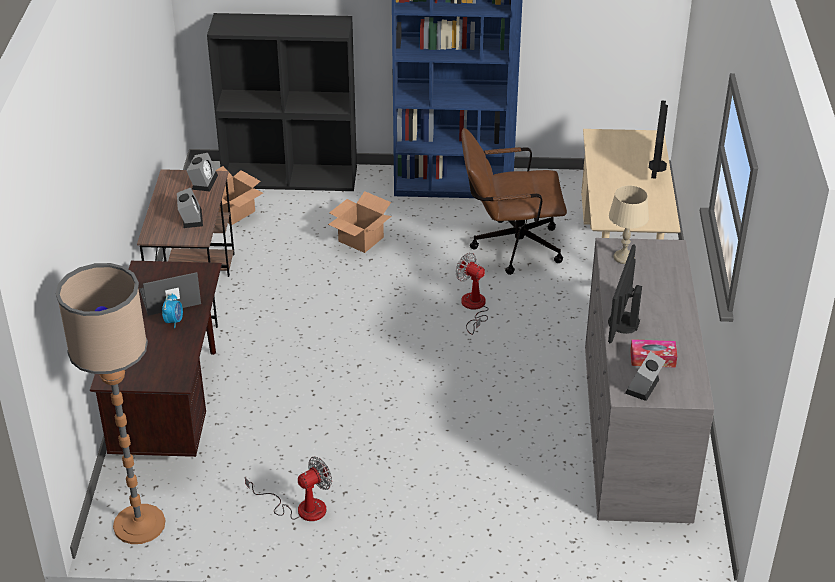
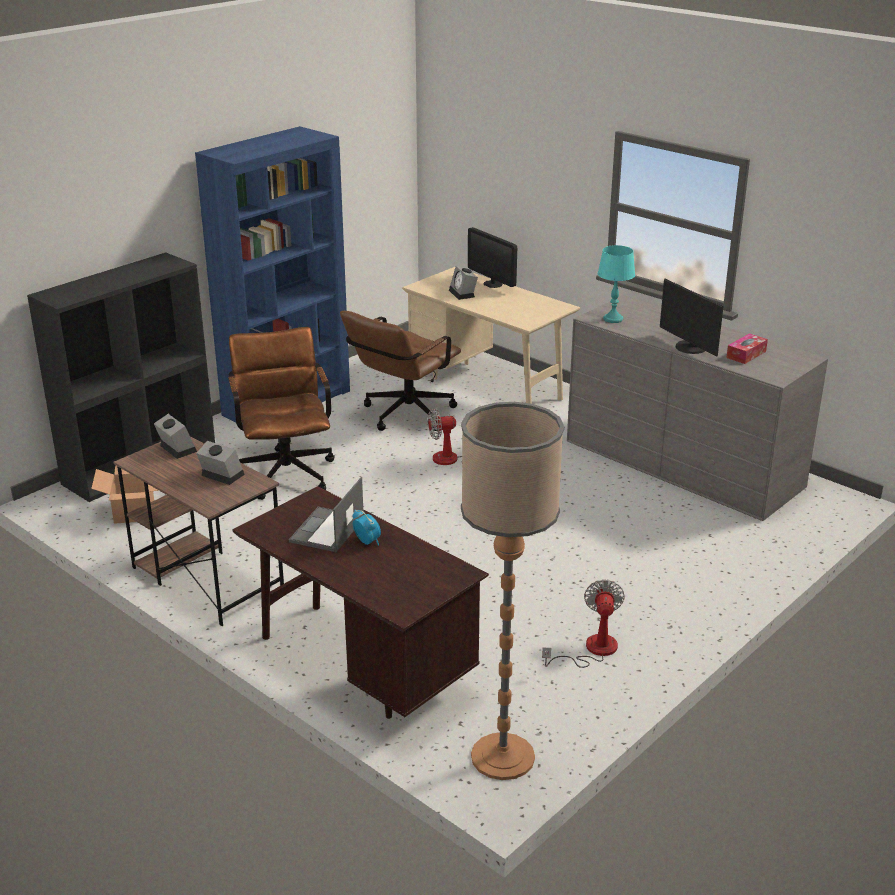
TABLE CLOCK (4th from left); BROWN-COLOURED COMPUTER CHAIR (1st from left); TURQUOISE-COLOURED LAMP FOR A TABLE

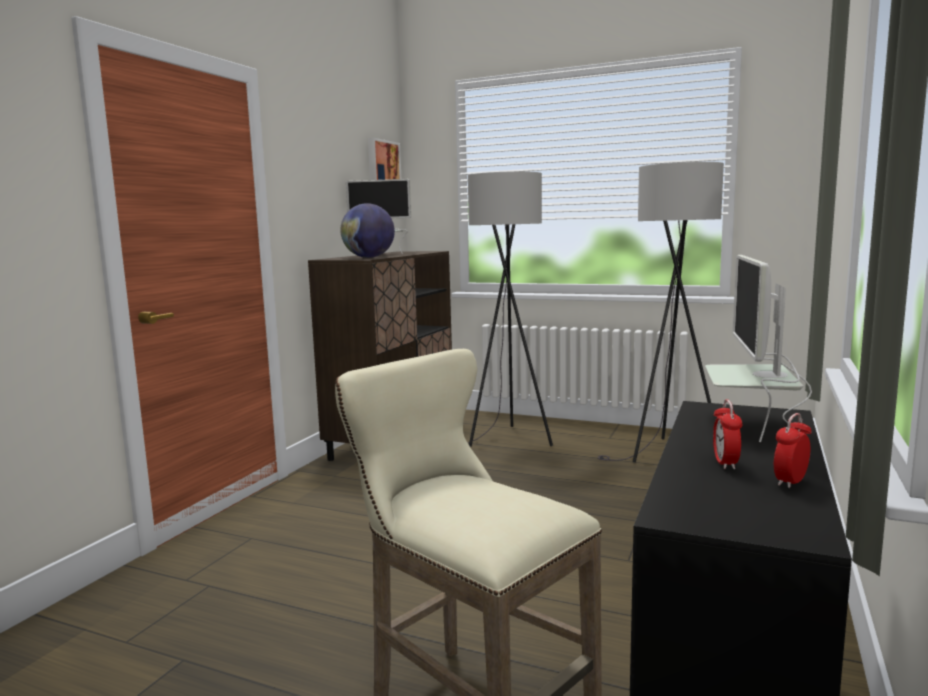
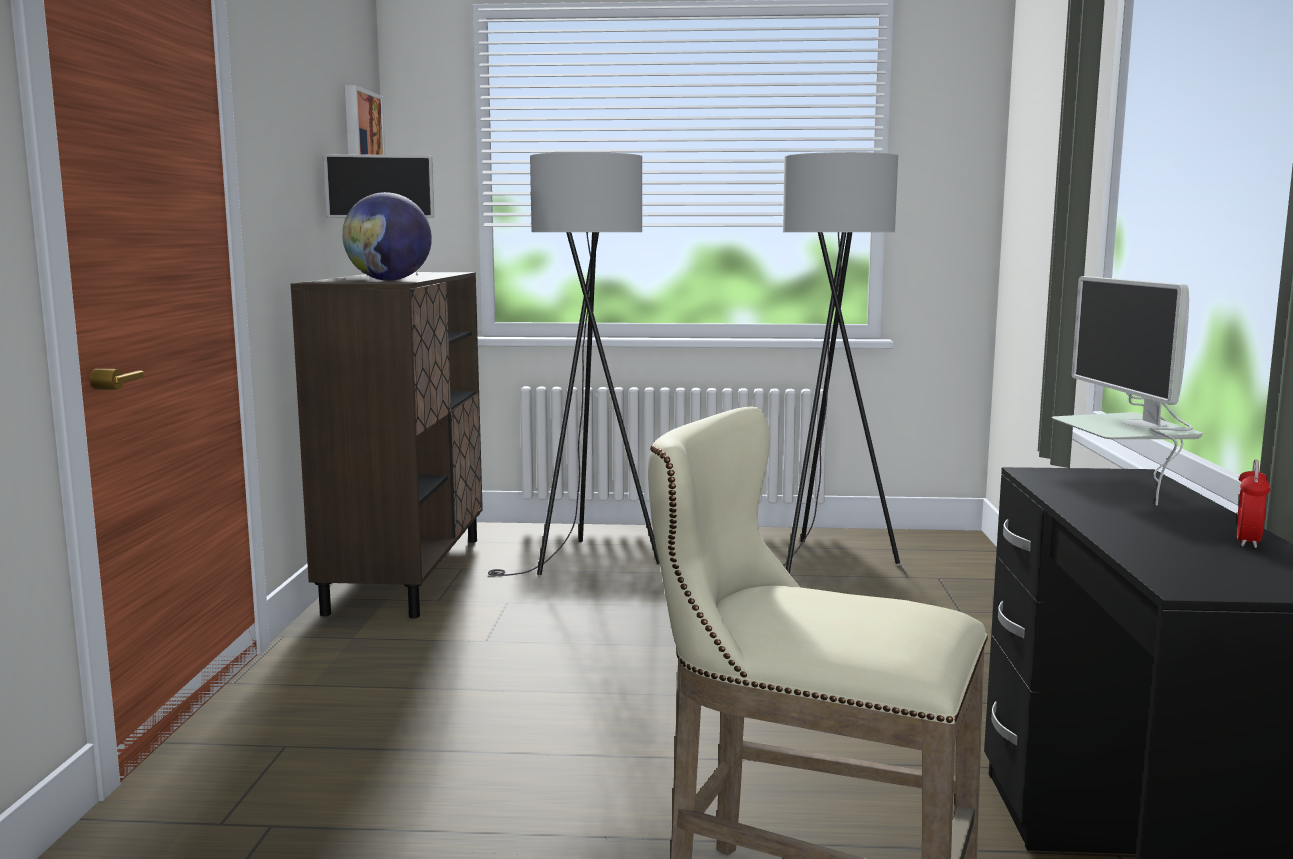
TABLE CLOCK (1st from left in the first image)

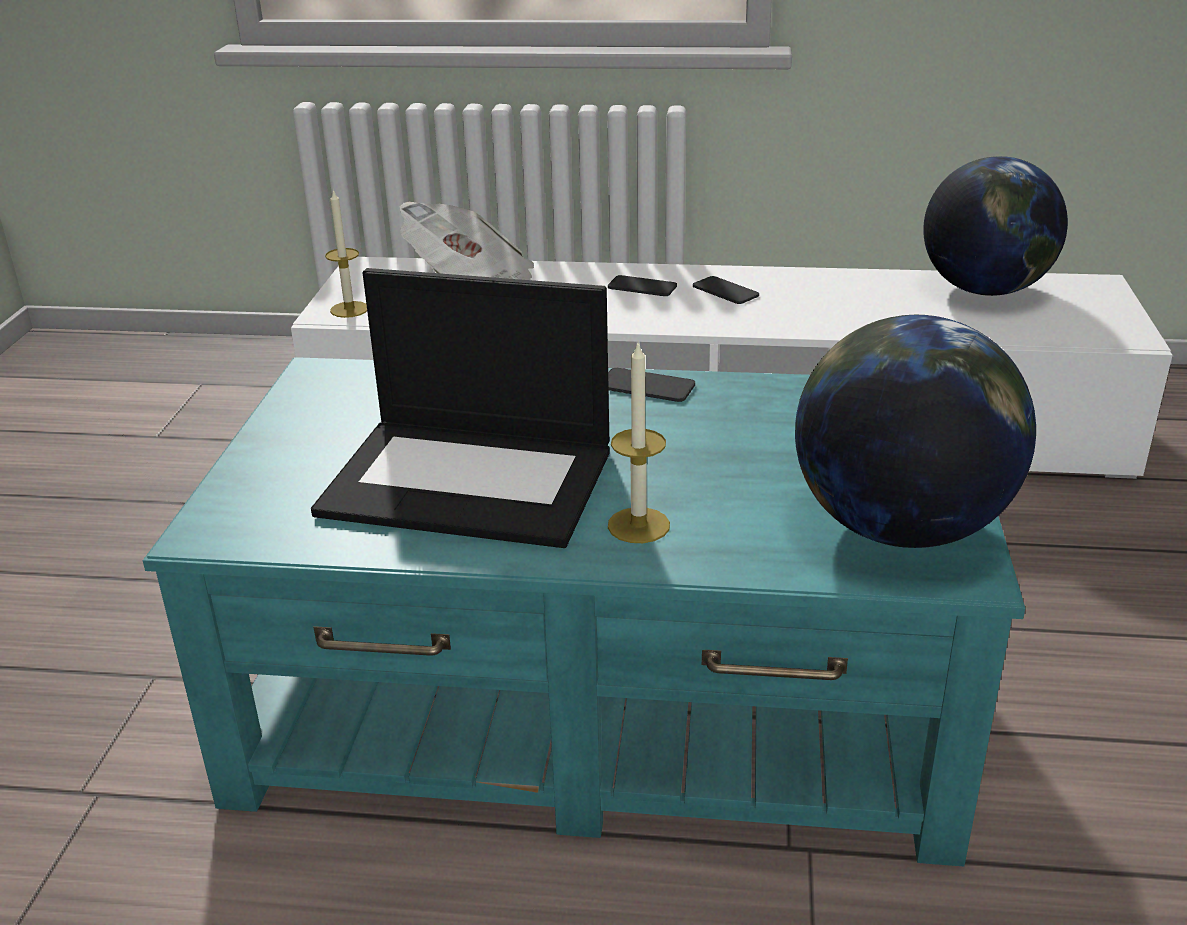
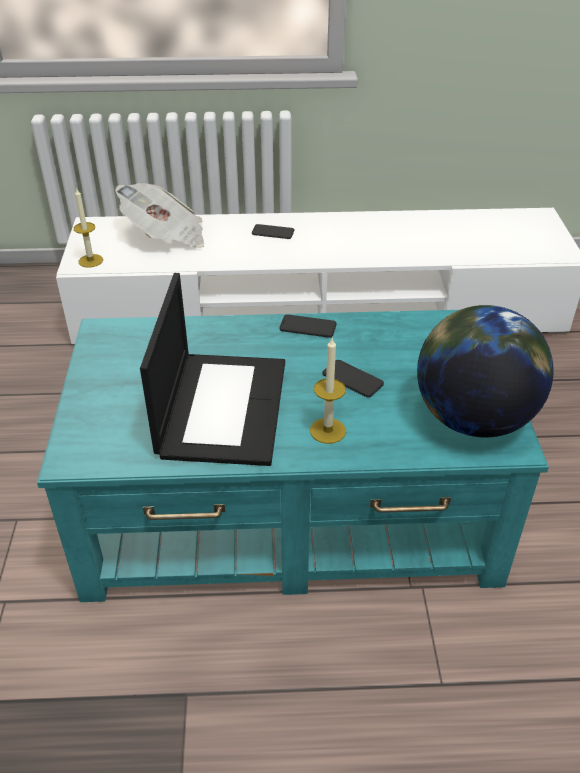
WORLD GLOBE (2nd from left in the first image); HANDSET (3rd from left); LAPTOP

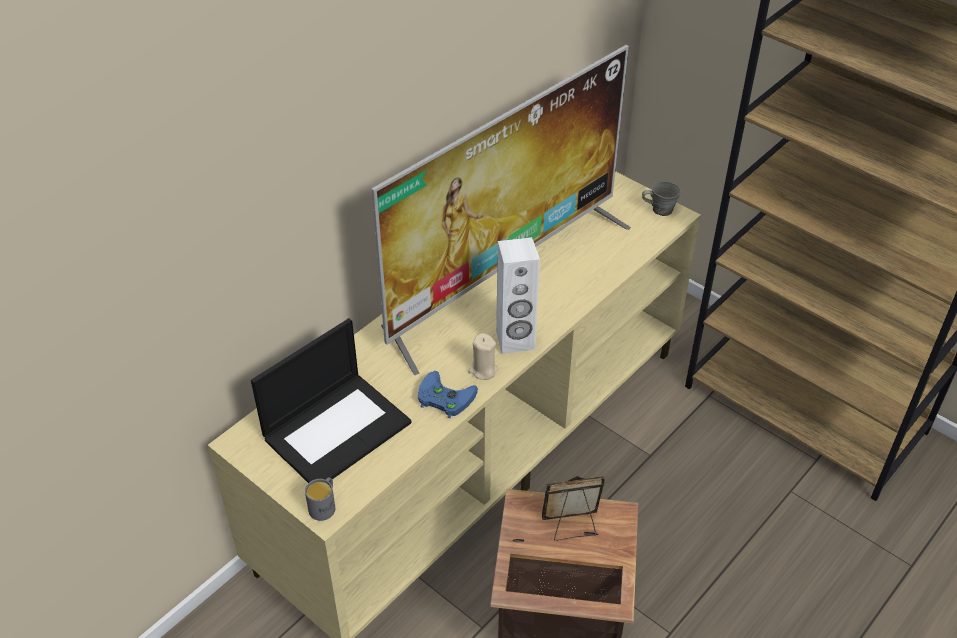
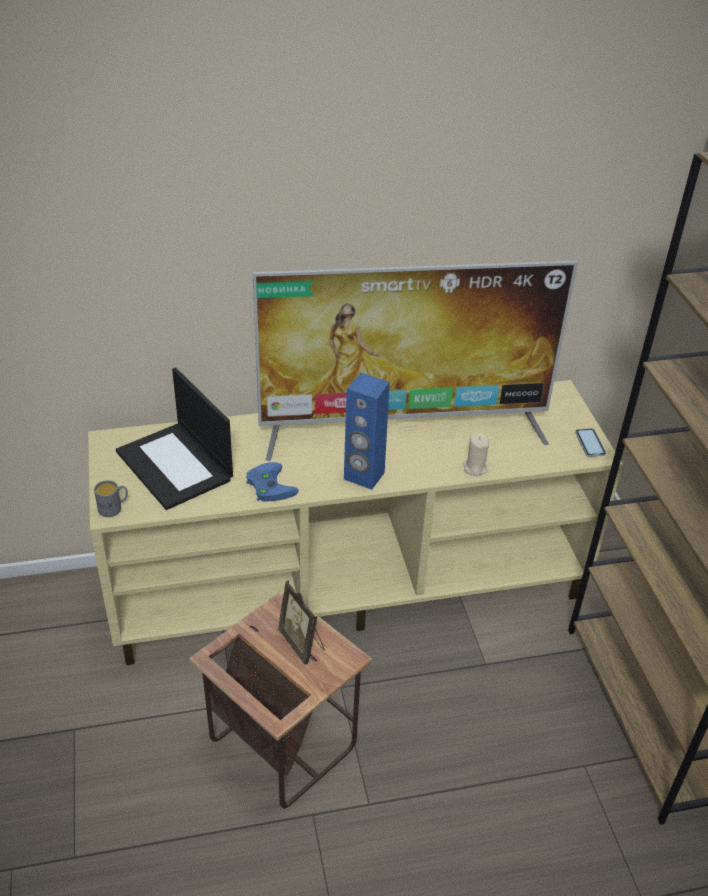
BEIGE-COLOURED WAX LIGHT; HANDSET; BLUISH SPEAKER; LAPTOP; STANDING FRAME

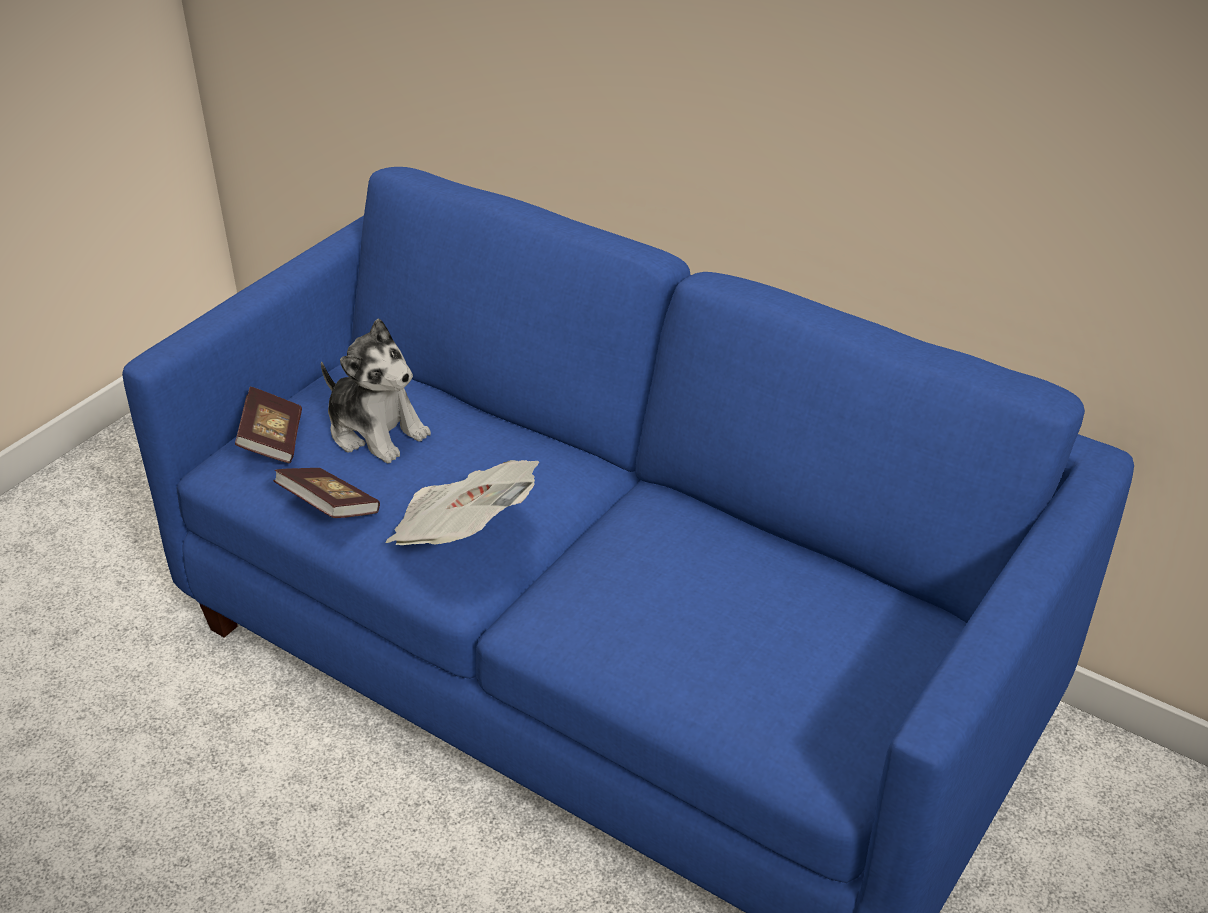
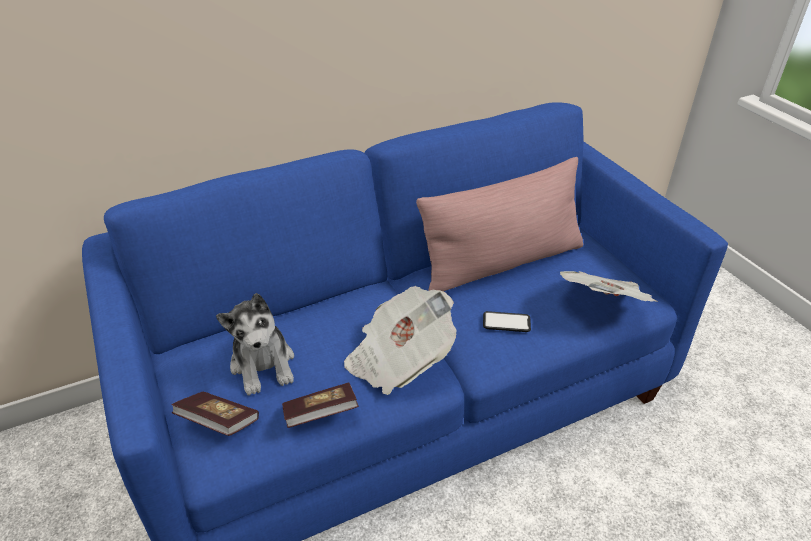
PINK-COLOURED PILLOW; HANDSET; NEWSPAPER (2nd from left); SOFT TOY

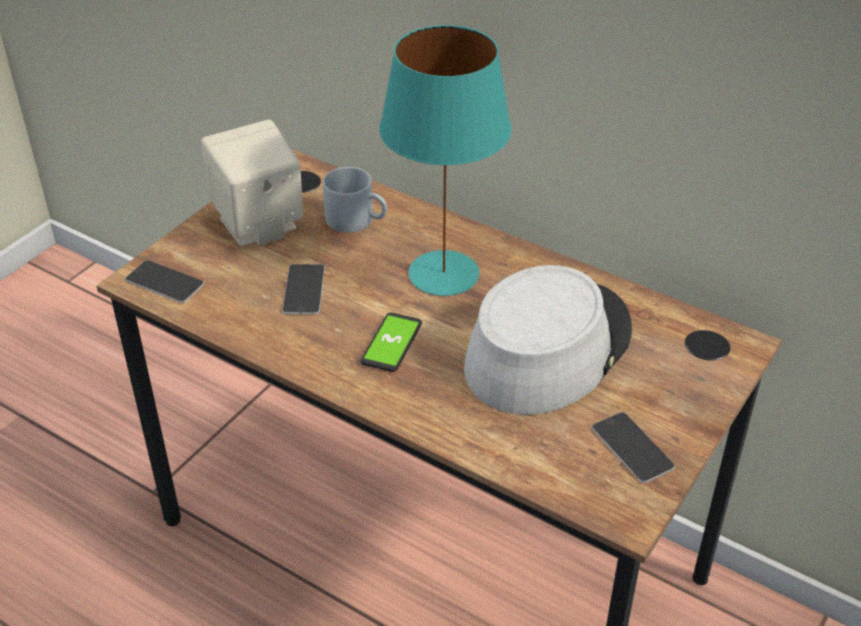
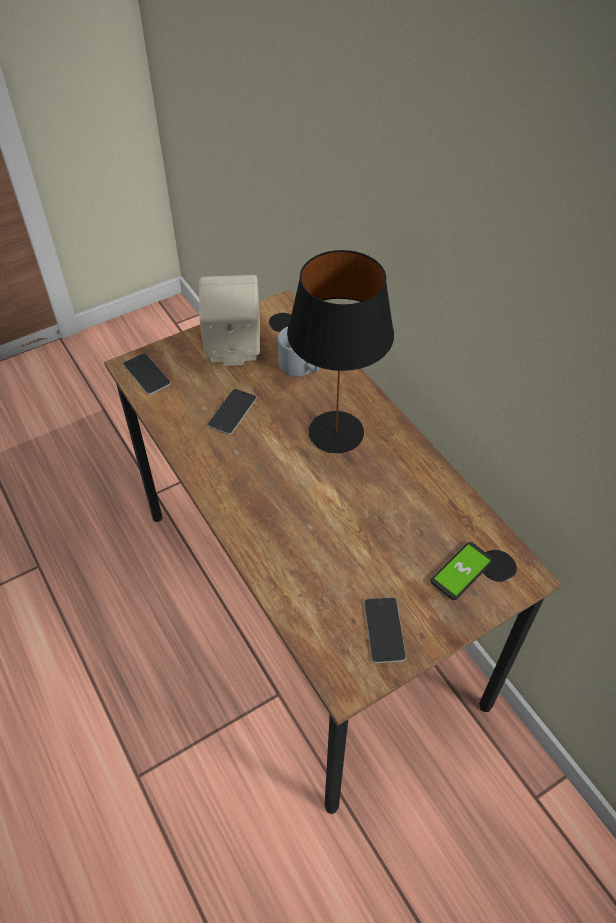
GRAY HAT; HANDSET (4th from left); BLACK LAMP FOR A TABLE

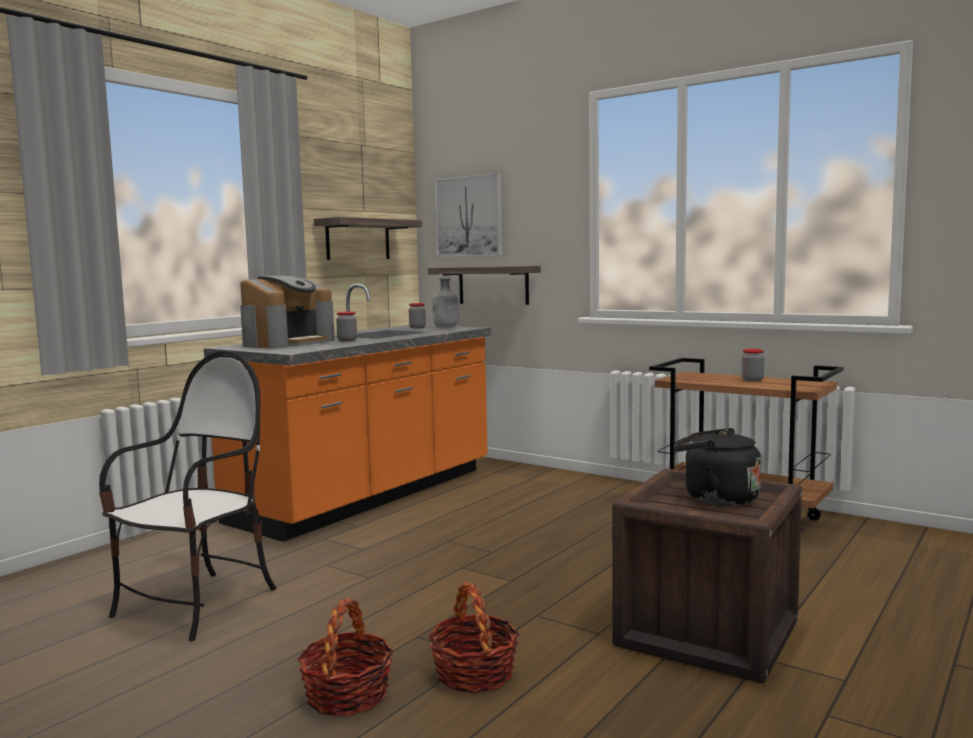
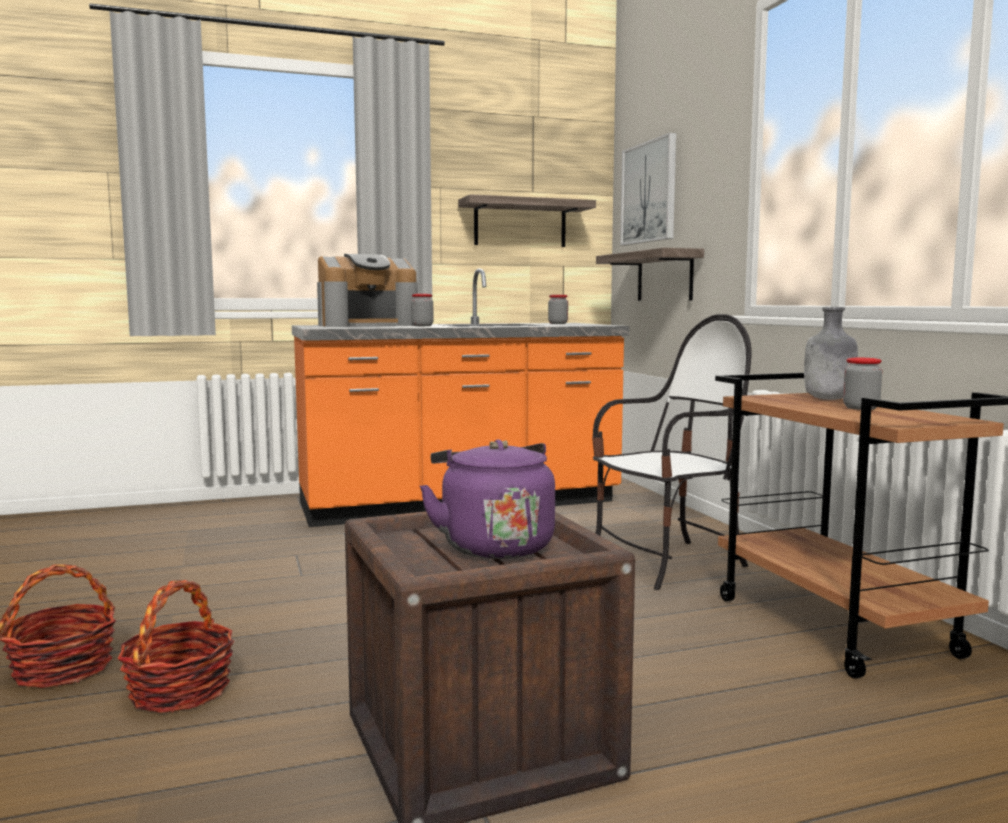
UPRIGHT CHAIR; GRAY DRINK BOTTLE; PURPLE-COLOURED KETTLE

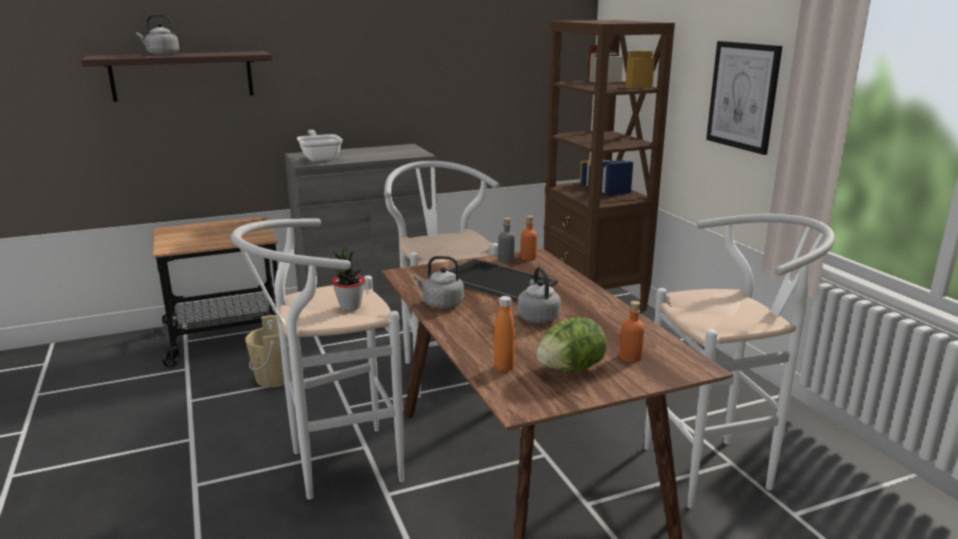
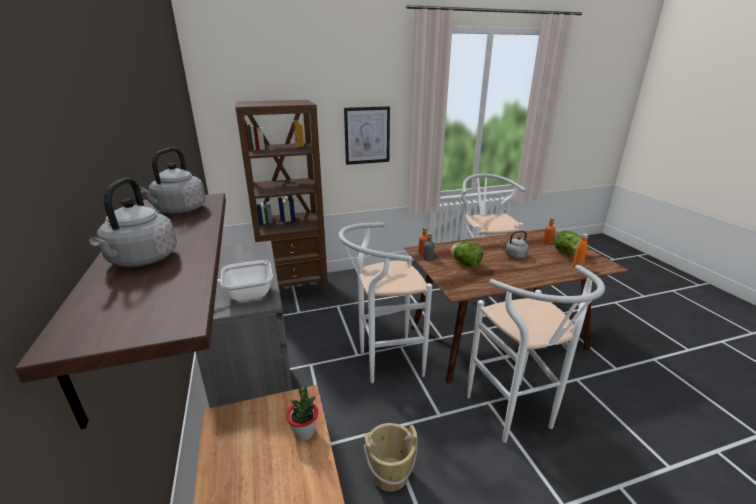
PLANT IN A POT; GRAY KETTLE (2nd from left); HEAD OF LETTUCE (1st from left)

